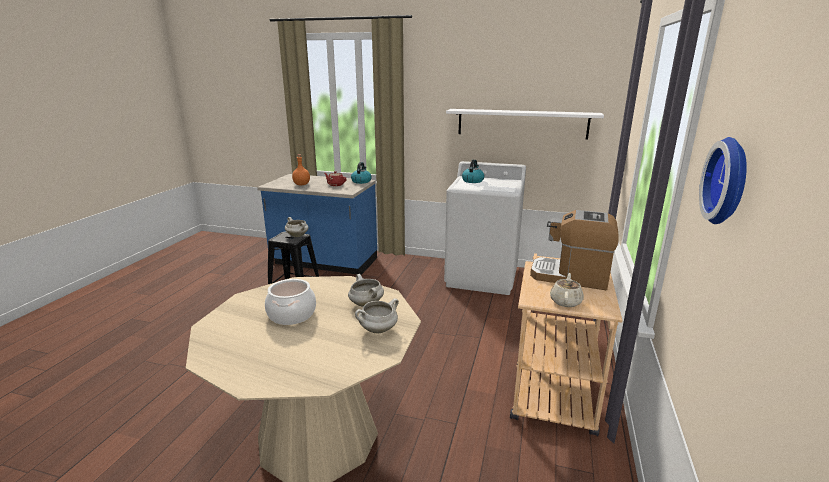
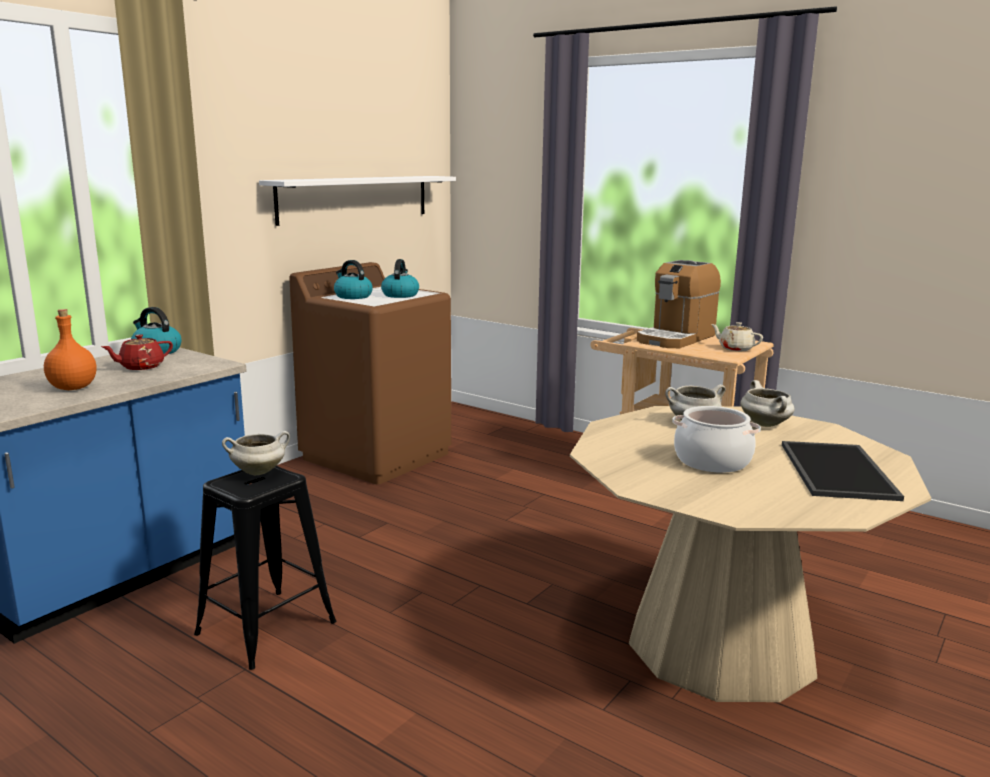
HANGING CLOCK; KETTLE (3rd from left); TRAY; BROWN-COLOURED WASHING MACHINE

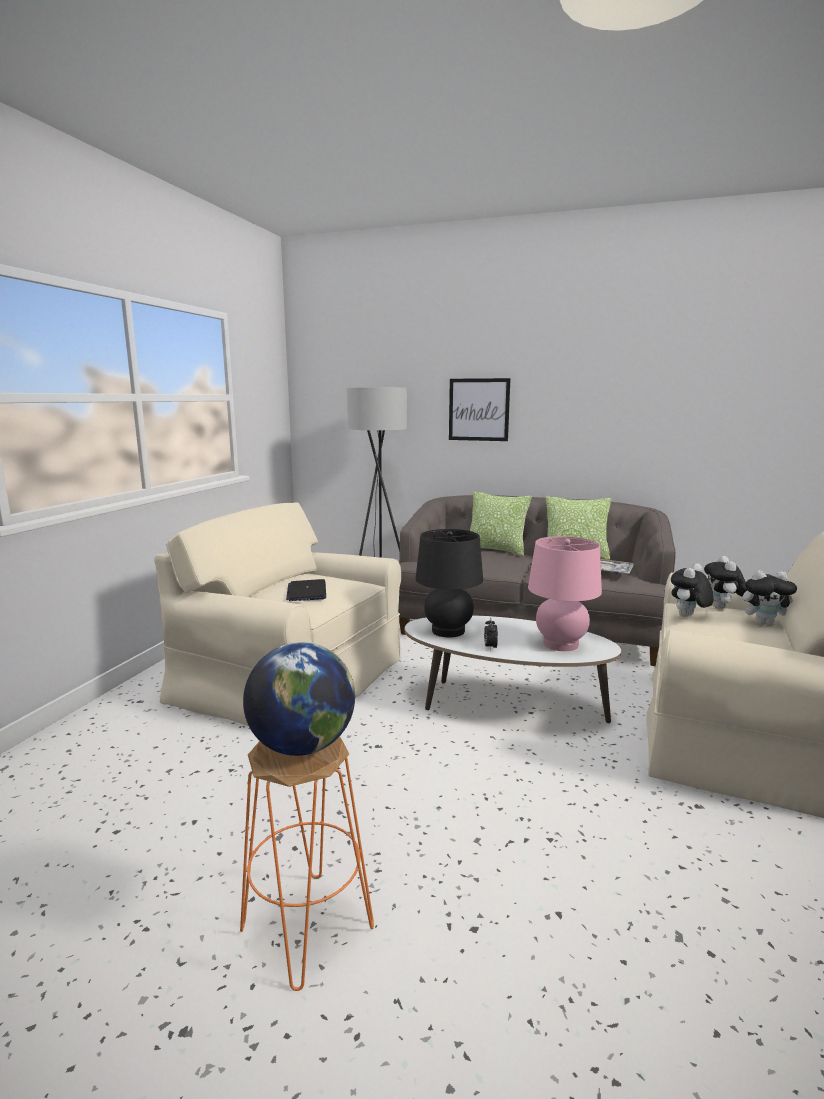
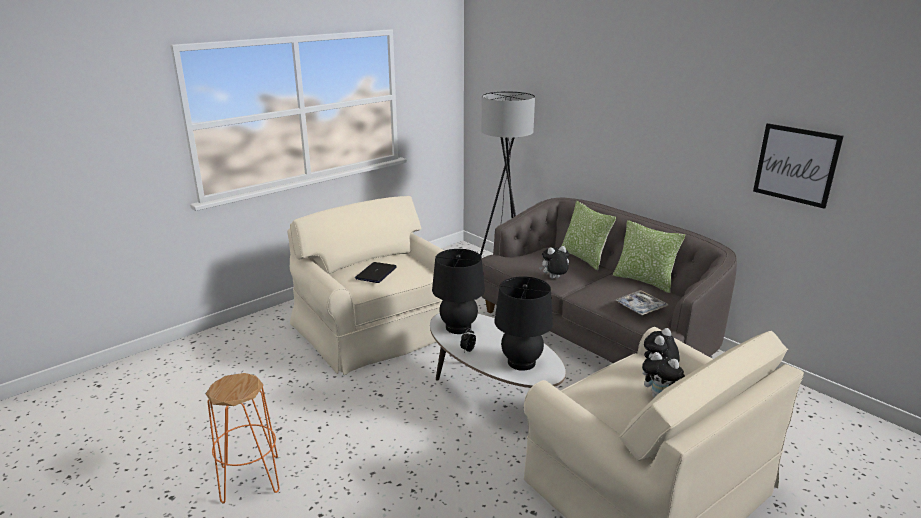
WORLD GLOBE; WALL ART; SOFT TOY (1st from left); BLACK LAMP FOR A TABLE (2nd from left)

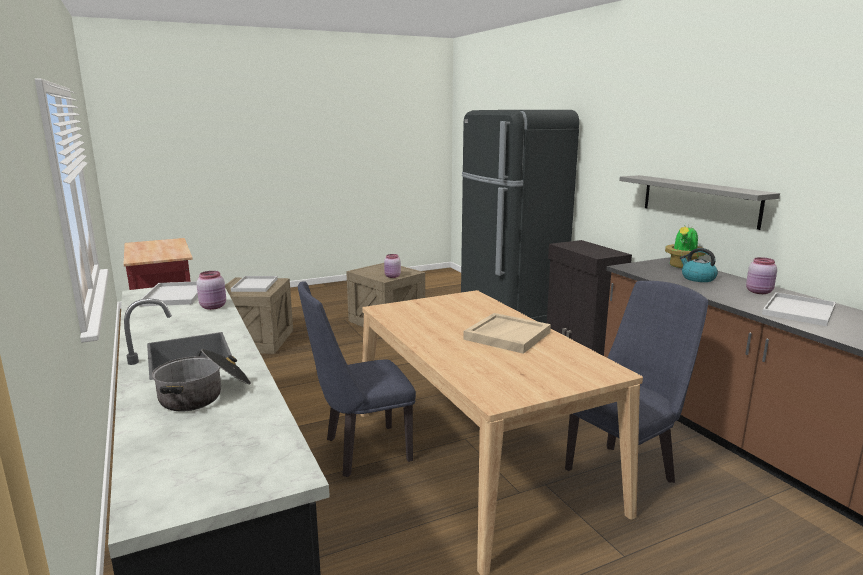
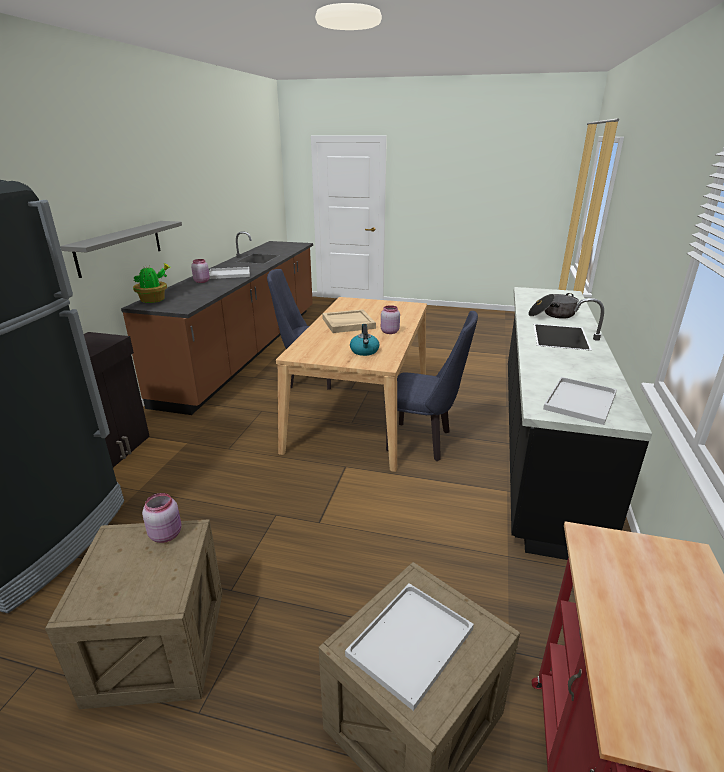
PINK-COLOURED STORAGE JAR (3rd from left); KETTLE

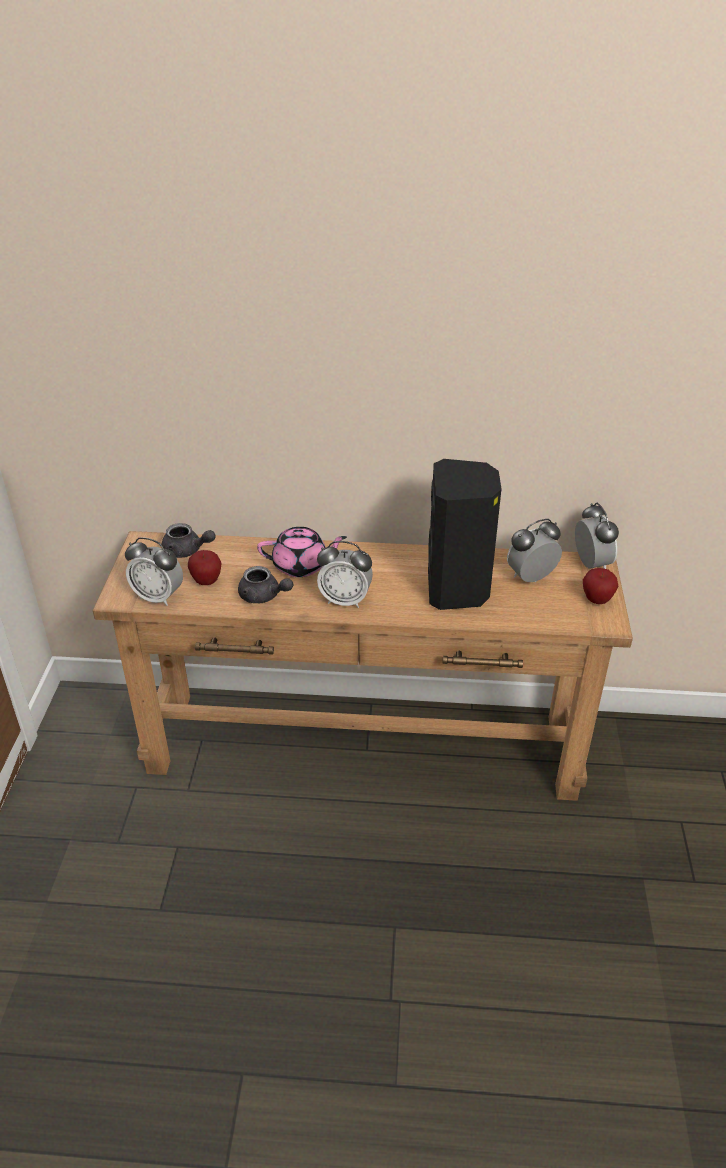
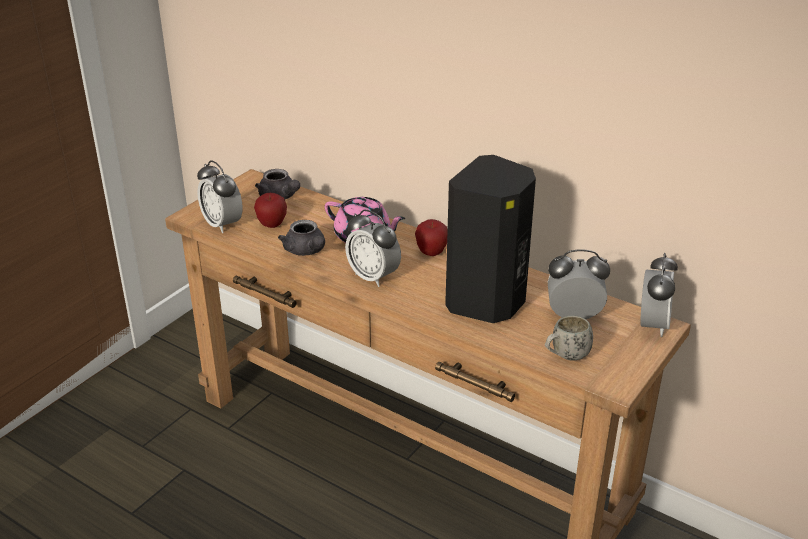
WHITISH COFFEE MUG; WHOLE APPLE (2nd from left)

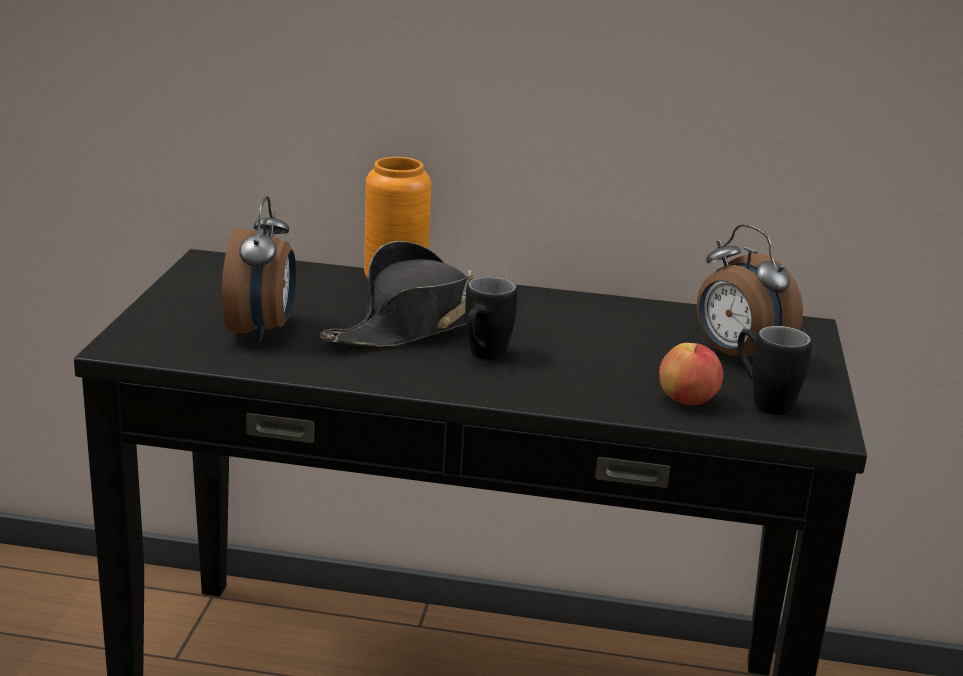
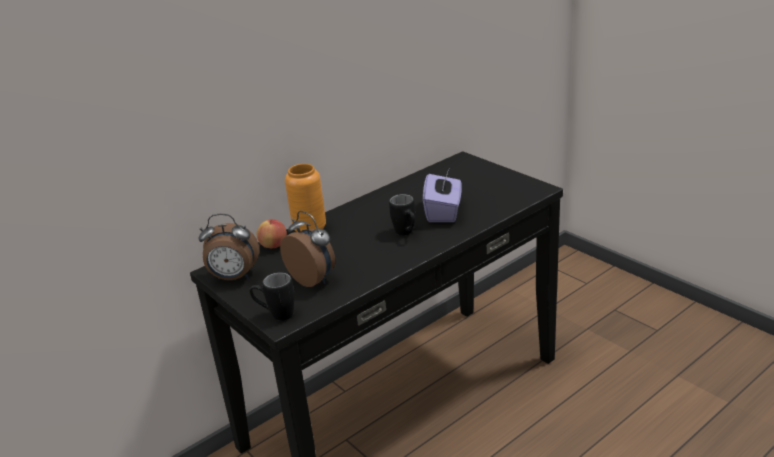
BLACK HAT; PURPLE-COLOURED TISSUE BOX; WHOLE APPLE; TABLE CLOCK (1st from left); BLACK COFFEE MUG (1st from left)

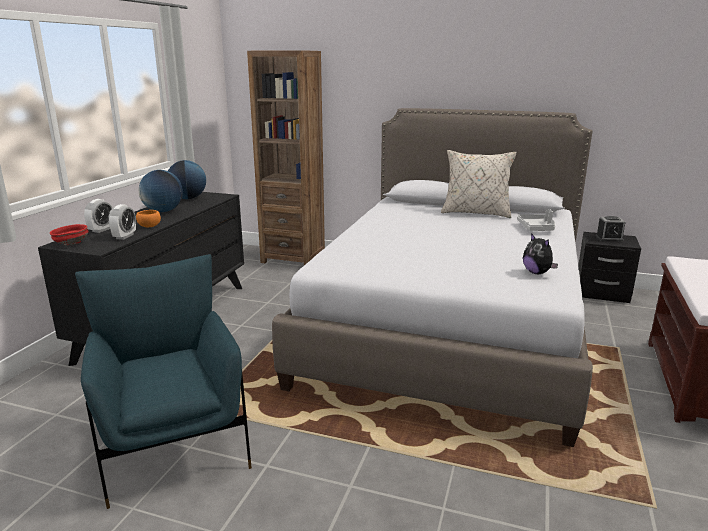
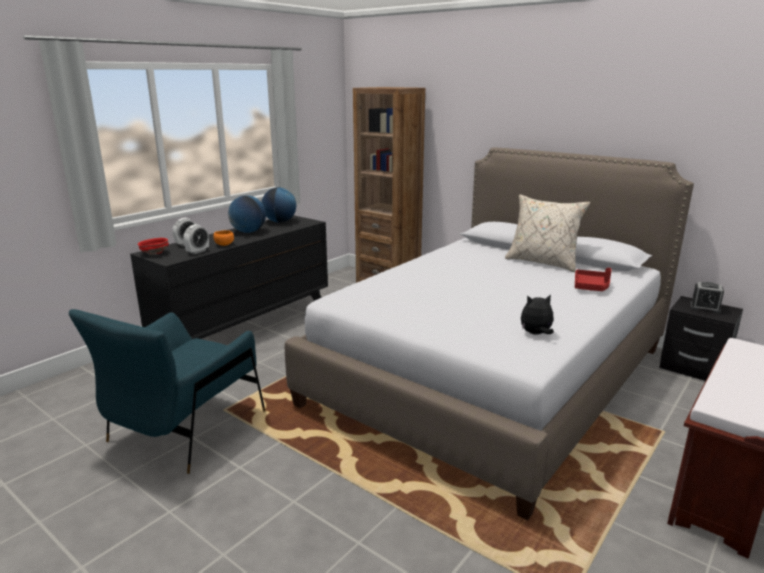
RED-COLOURED TRAY; BLUISH EASY CHAIR; SOFT TOY

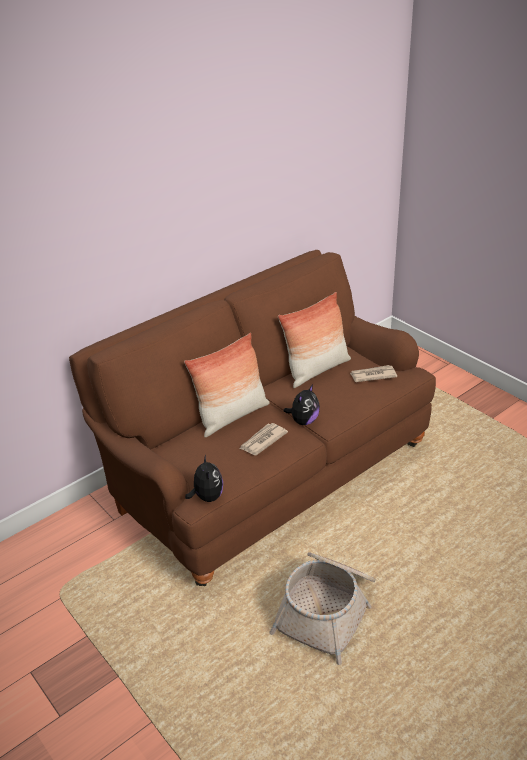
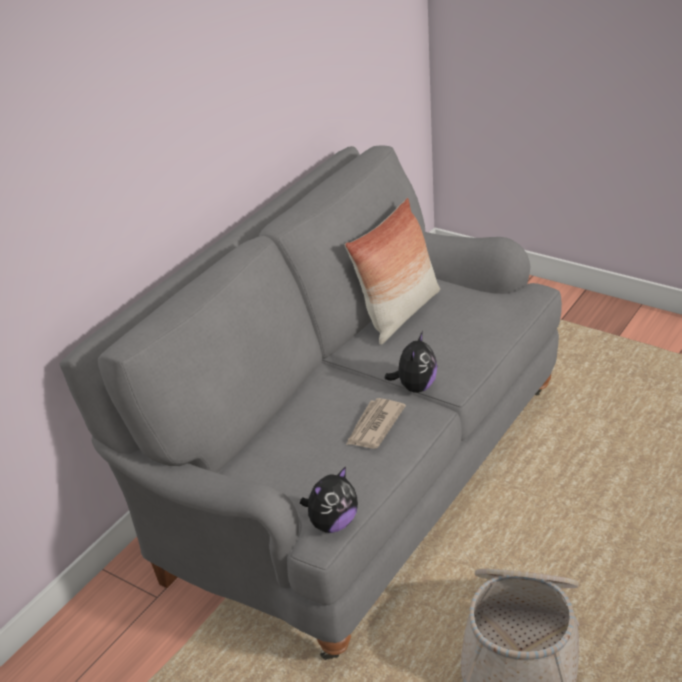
PILLOW (1st from left in the first image); NEWSPAPER (2nd from left in the first image); GRAY SOFA; SOFT TOY (1st from left)

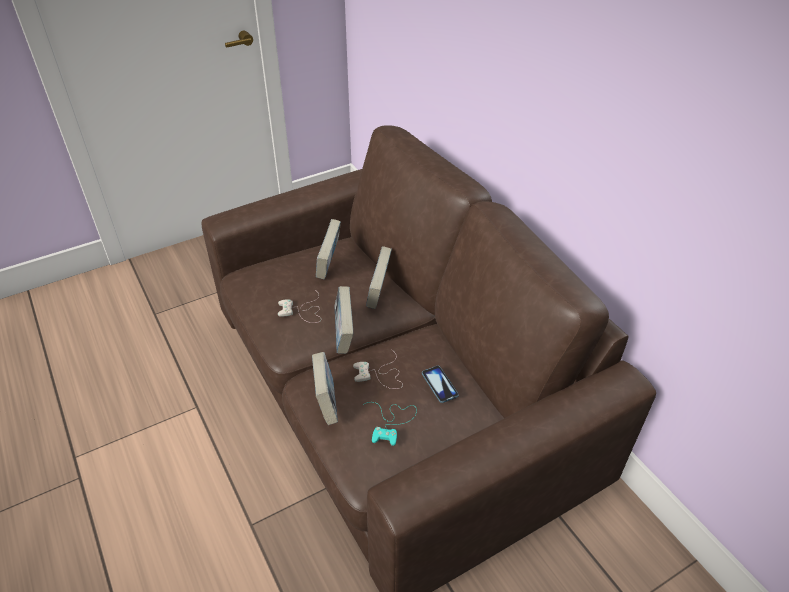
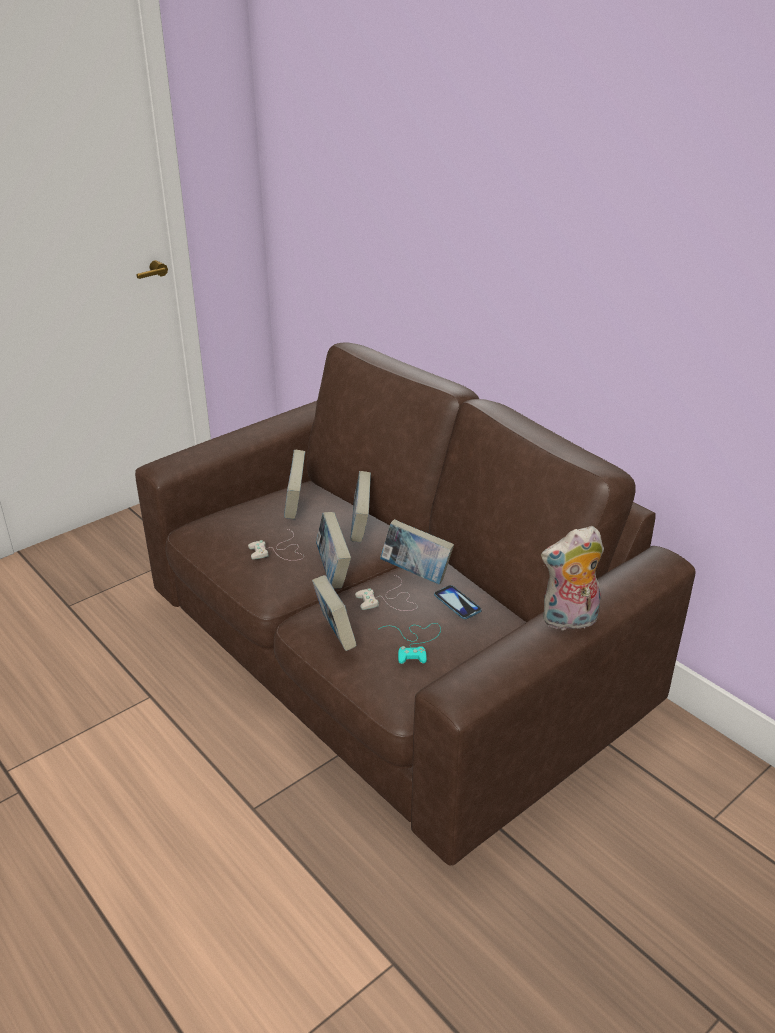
BOUND BOOK (5th from left); SOFT TOY

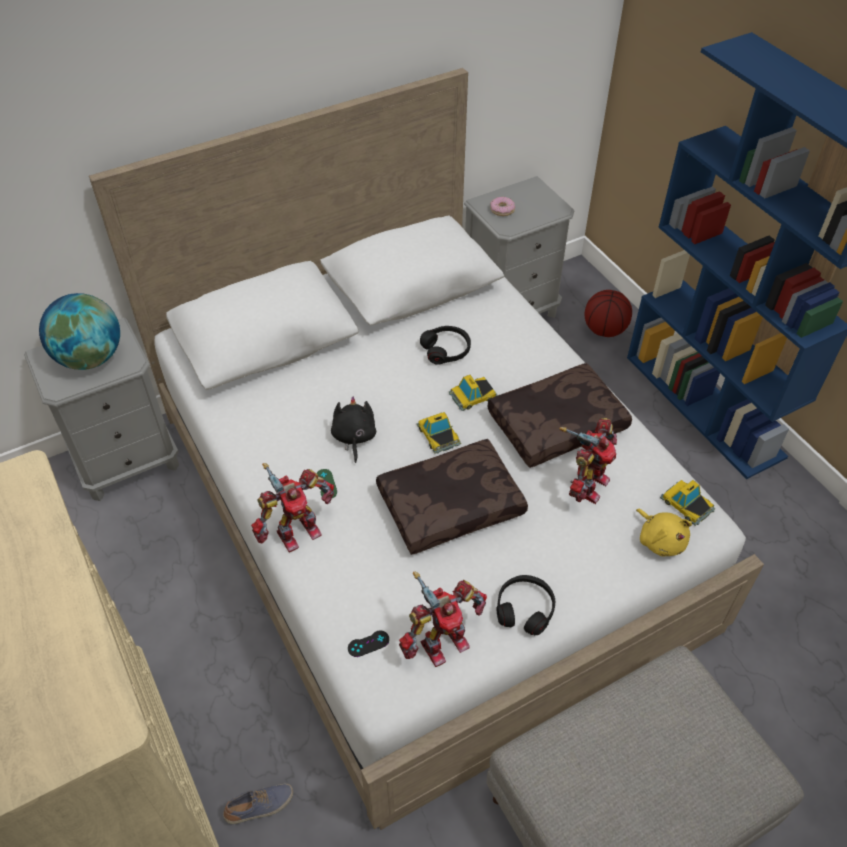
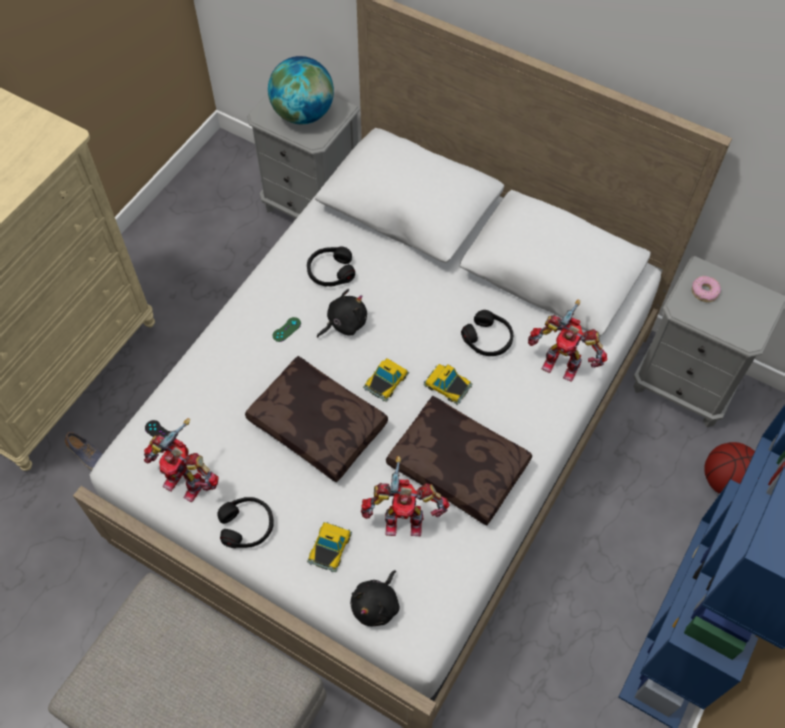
BLACK PAIR OF HEADPHONES (2nd from left); ROBOT FIGURE (3rd from left); MINIATURE CAR (1st from left); BLACK SOFT TOY (2nd from left)

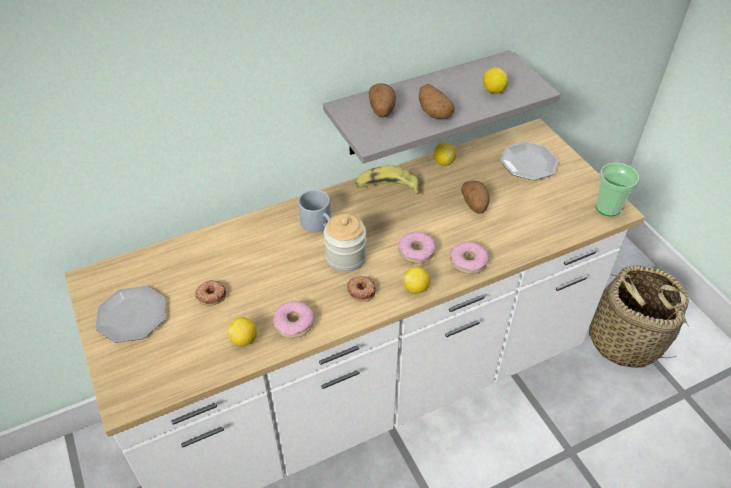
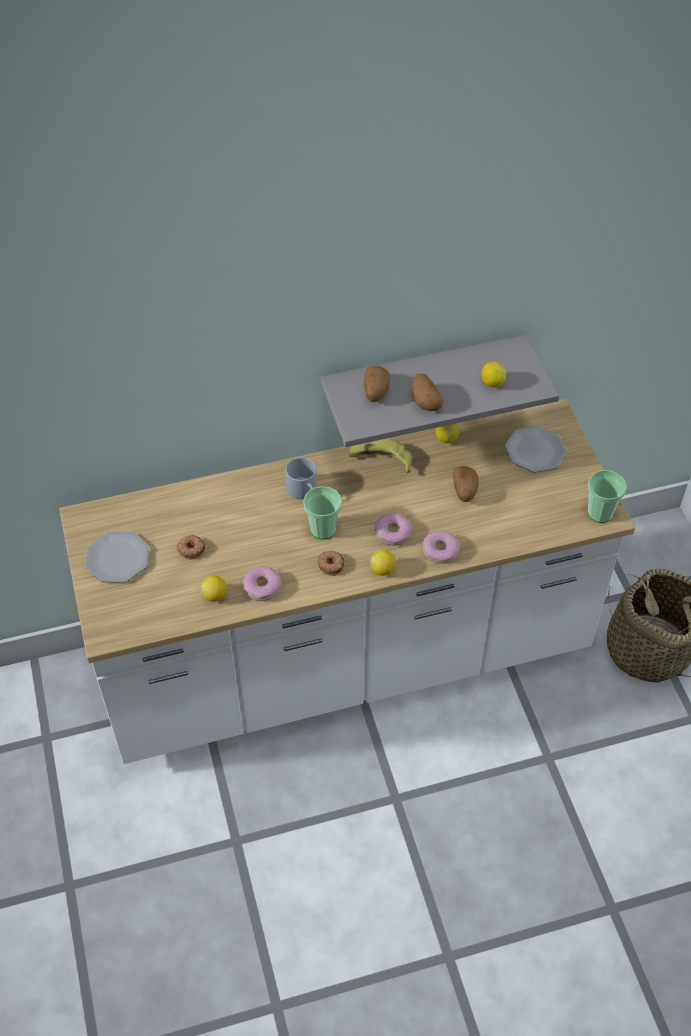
CUP (1st from left)

